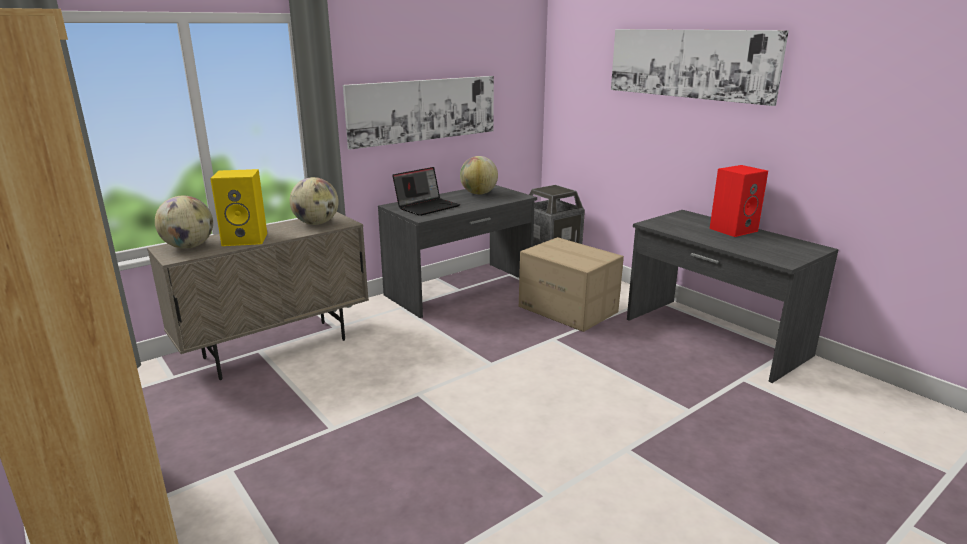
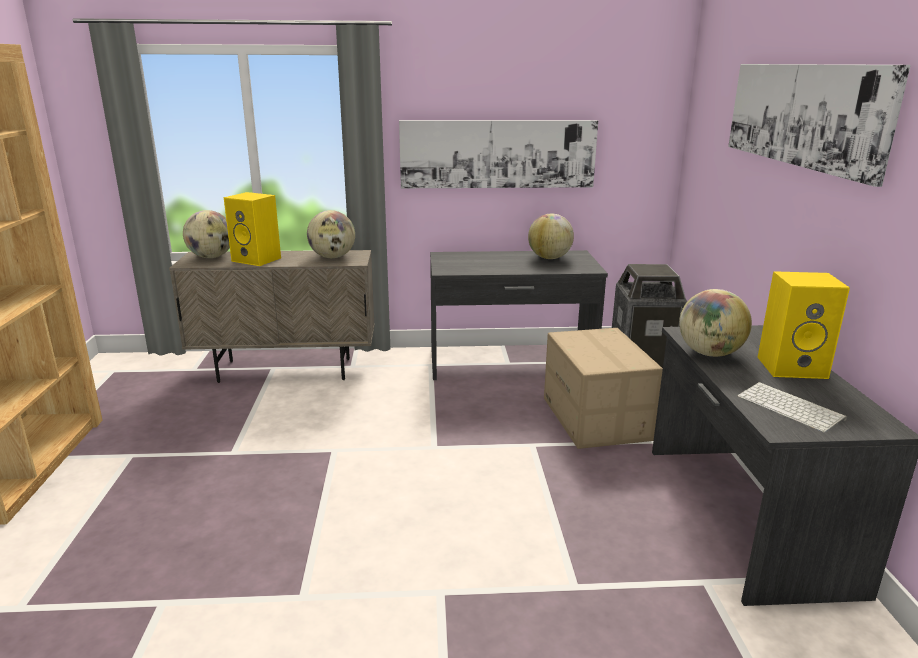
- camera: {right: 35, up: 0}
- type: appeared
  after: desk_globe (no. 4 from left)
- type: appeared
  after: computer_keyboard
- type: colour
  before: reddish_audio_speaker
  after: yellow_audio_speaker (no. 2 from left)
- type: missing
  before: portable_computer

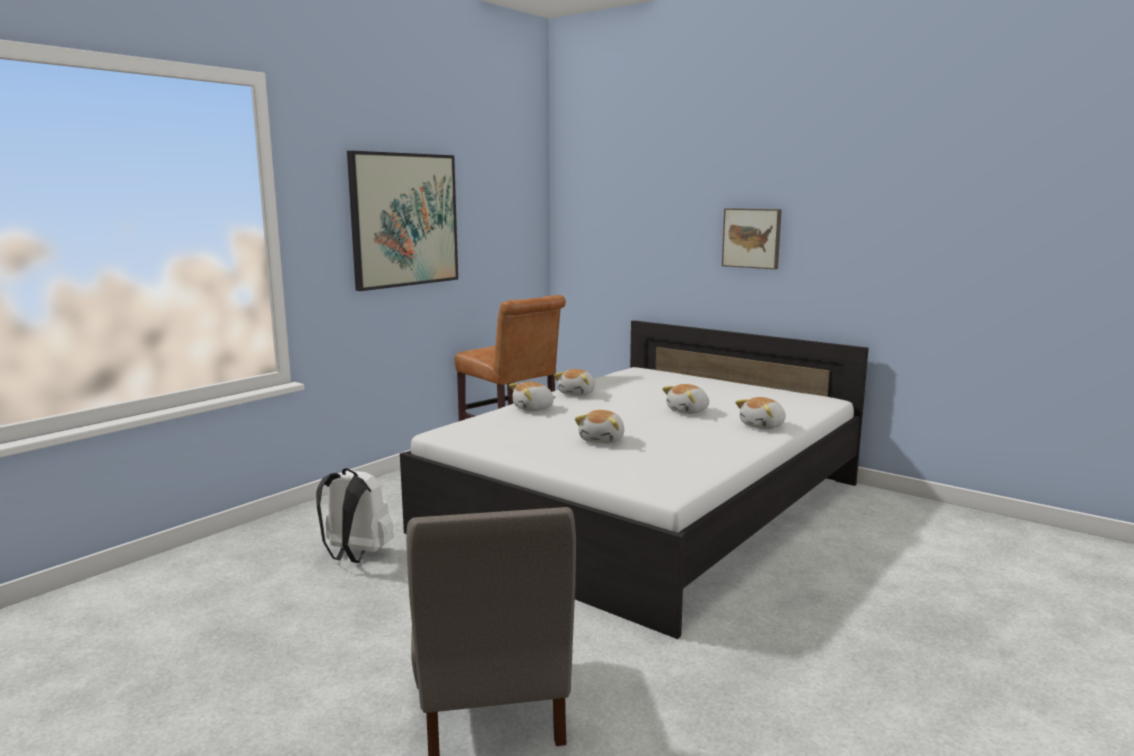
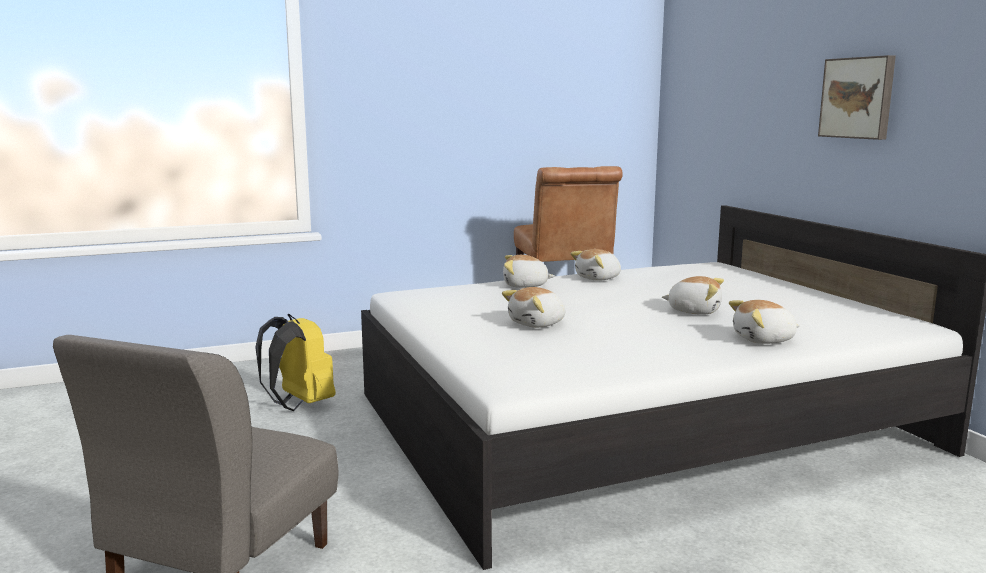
- camera: {right: 30, up: 0}
- type: colour
  before: whitish_rucksack
  after: yellow_rucksack
- type: spun
  before: plush_toy (no. 4 from left)
  turn: -150
- type: missing
  before: wall_art (no. 1 from left)

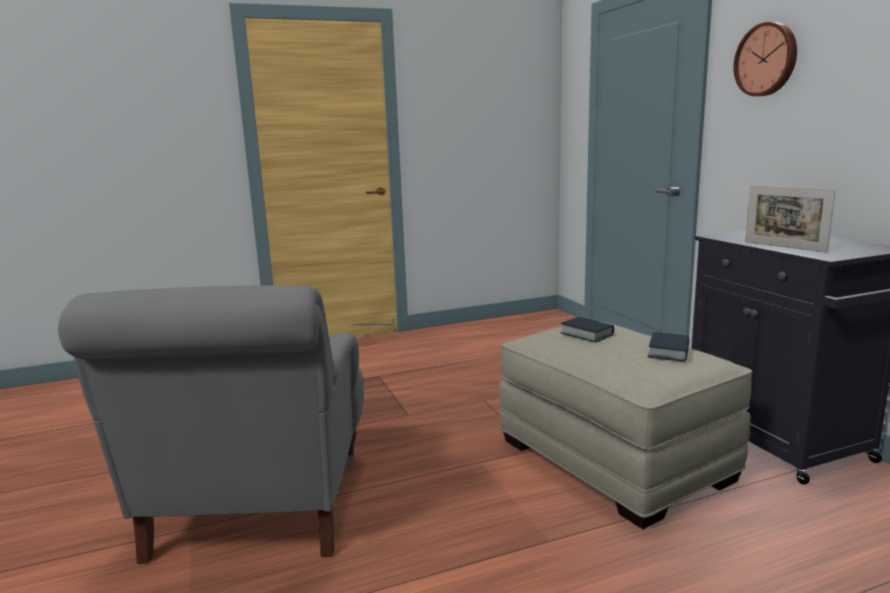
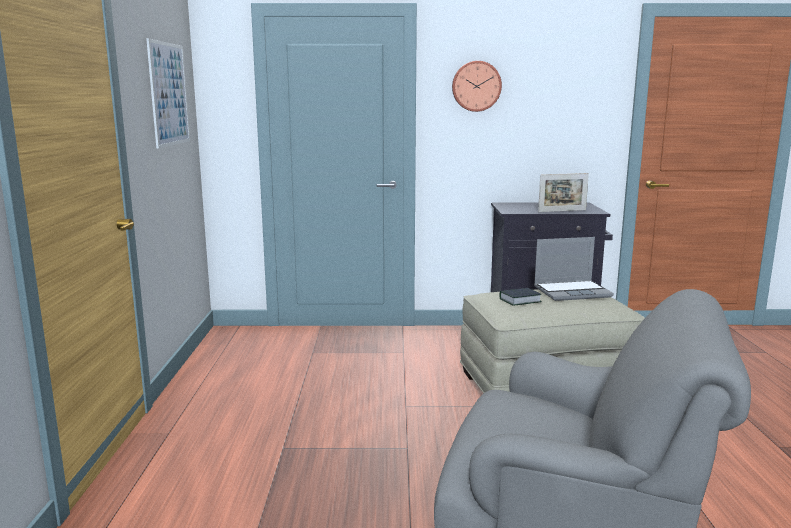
- camera: {right: -70, up: 0}
- type: appeared
  after: wall_art
- type: exchanged
  before: volume (no. 2 from left)
  after: portable_computer

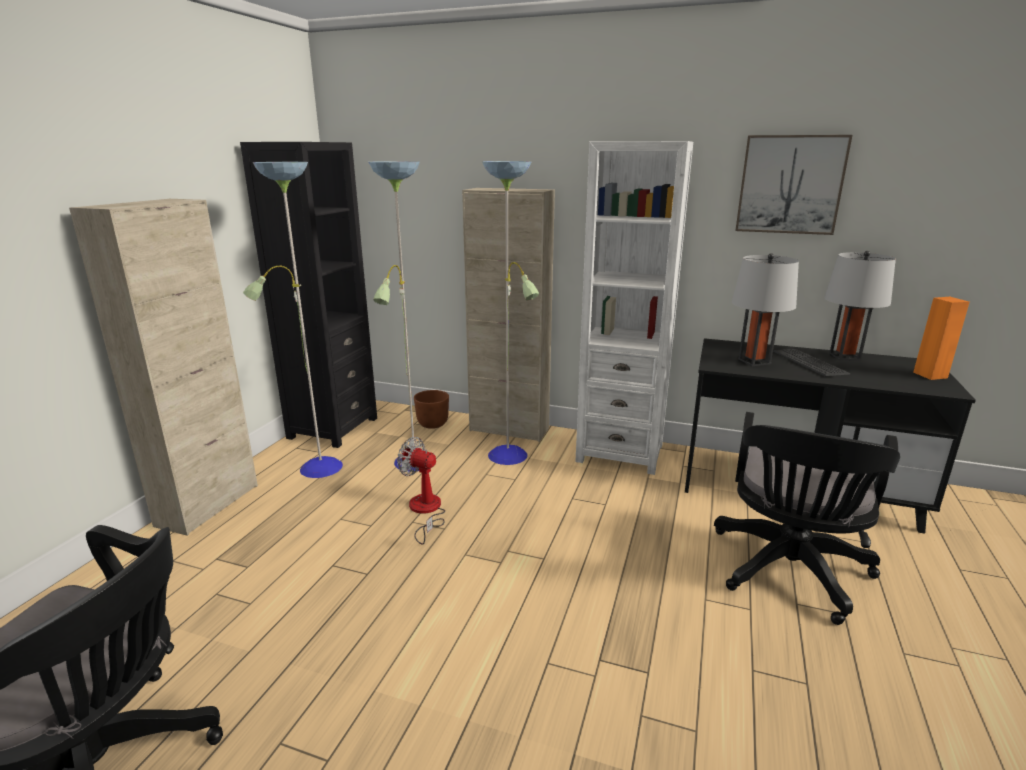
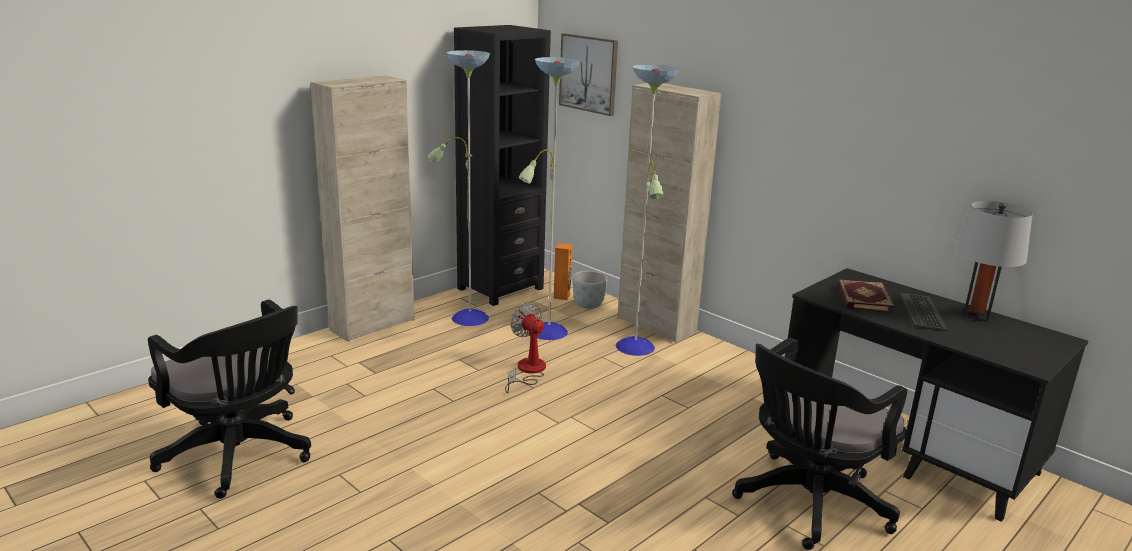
- camera: {right: 25, up: 0}
- type: relocated
  before: orange-coloured_audio_speaker
- type: relocated
  before: wall_art
- type: colour
  before: brown_flower_pot
  after: grey_flower_pot
- type: exchanged
  before: grey_tabletop_lamp (no. 1 from left)
  after: volume
- type: missing
  before: whitish_bookcase

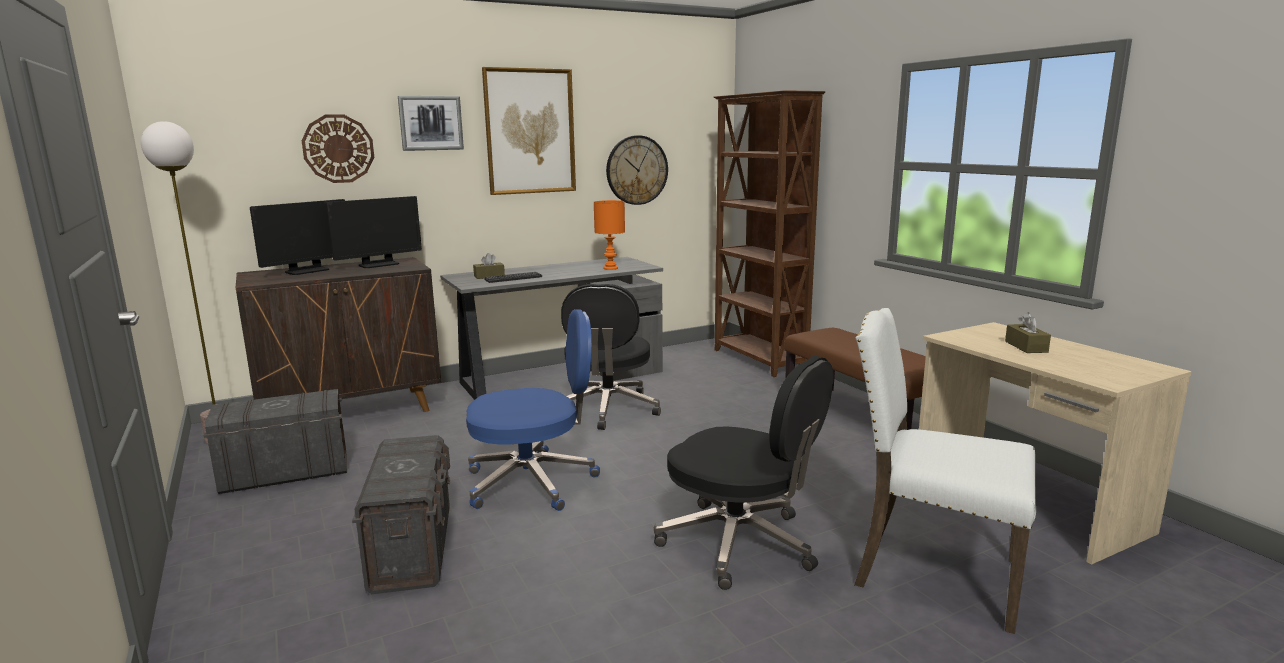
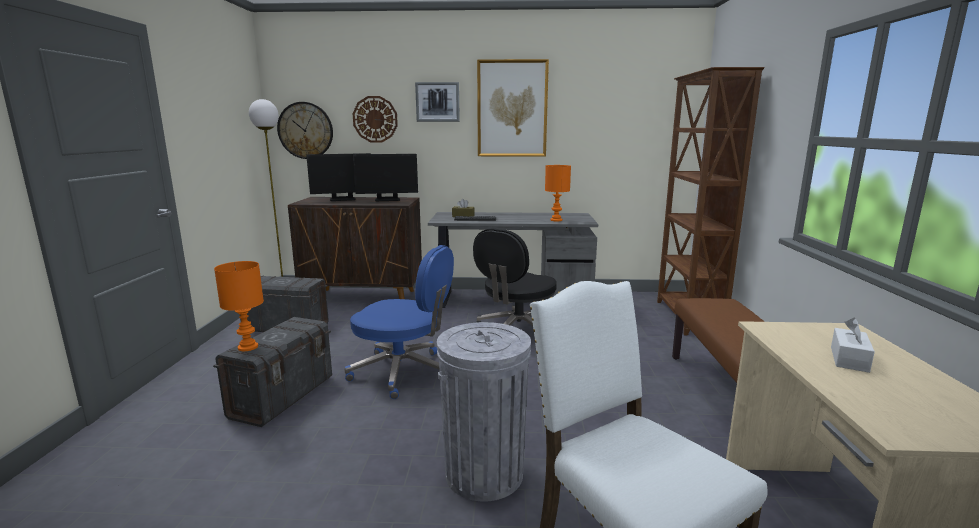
- camera: {right: 30, up: 0}
- type: appeared
  after: orange-coloured_tabletop_lamp (no. 1 from left)
- type: relocated
  before: wall_clock (no. 2 from left in the first image)
  after: wall_clock (no. 1 from left)
- type: exchanged
  before: blackish_office_chair (no. 2 from left)
  after: grey_trash_can
- type: colour
  before: brown_tissue_holder (no. 2 from left)
  after: whitish_tissue_holder

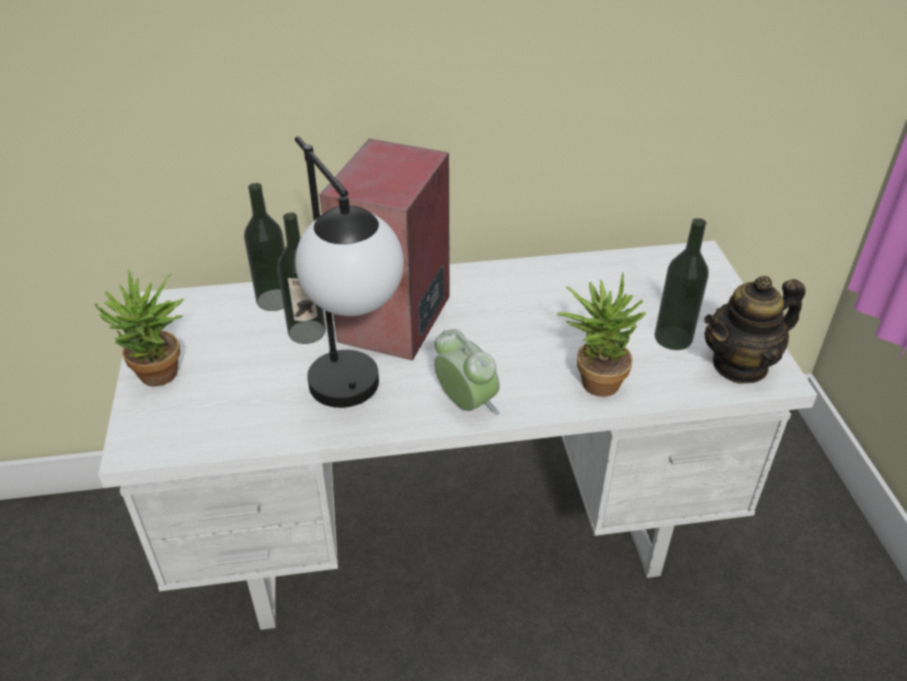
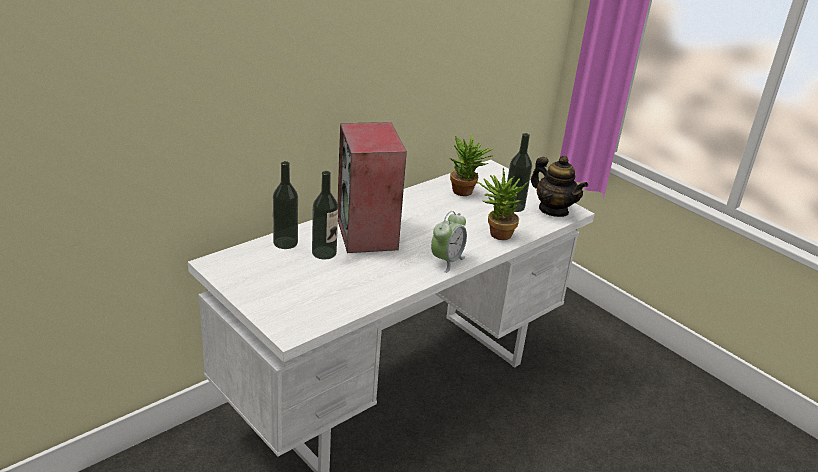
- camera: {right: -35, up: -10}
- type: spun
  before: alarm_clock
  turn: 105
- type: relocated
  before: houseplant (no. 1 from left)
- type: spun
  before: tea_pot
  turn: -75
- type: missing
  before: tabletop_lamp

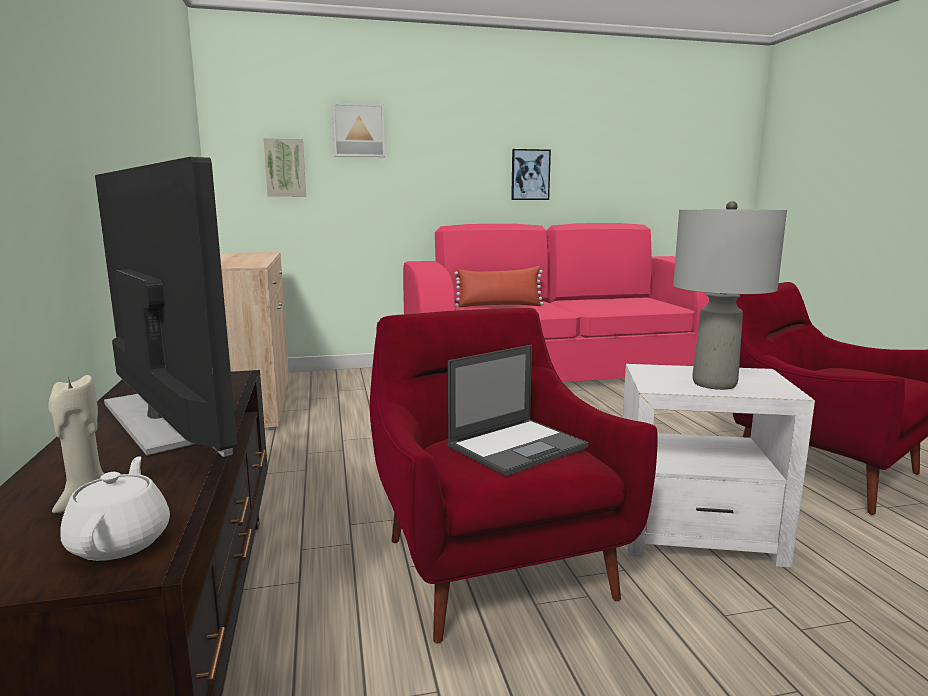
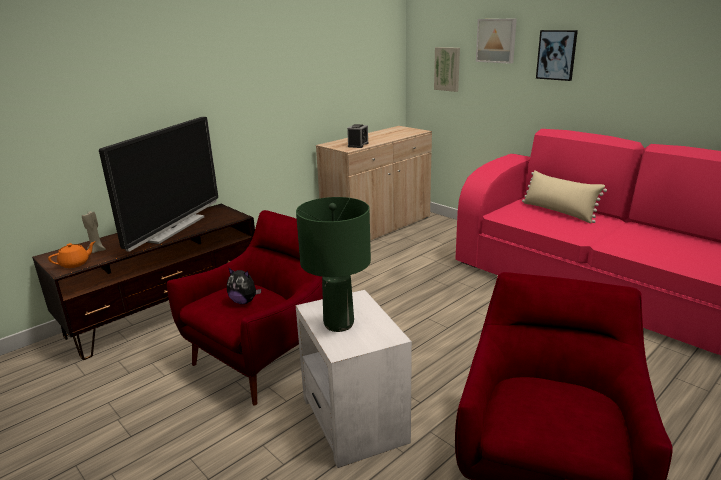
- camera: {right: 60, up: 10}
- type: colour
  before: whitish_tea_pot
  after: orange-coloured_tea_pot
- type: exchanged
  before: portable_computer
  after: plush_toy
- type: colour
  before: grey_tabletop_lamp
  after: green_tabletop_lamp
- type: appeared
  after: alarm_clock
- type: colour
  before: reddish_cushion
  after: beige-coloured_cushion
- type: relocated
  before: wall_art (no. 3 from left)

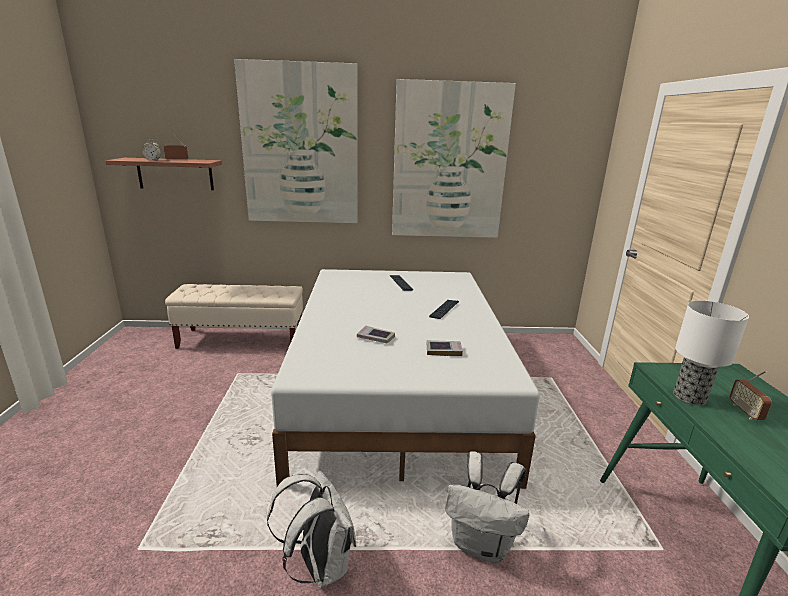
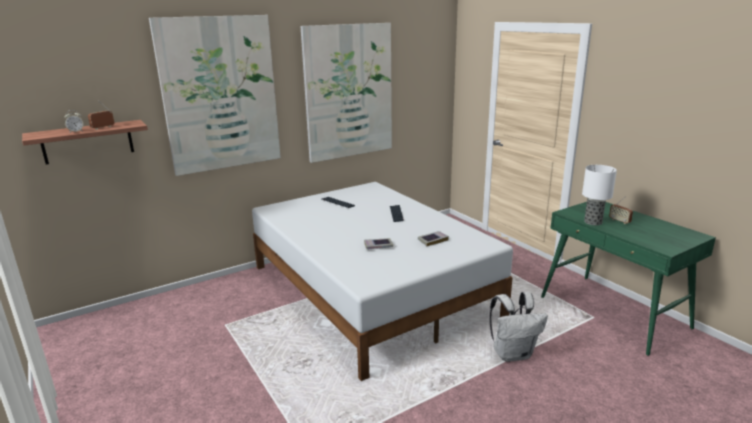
- camera: {right: -30, up: 0}
- type: missing
  before: beige-coloured_indoor_bench
- type: missing
  before: whitish_rucksack (no. 1 from left)

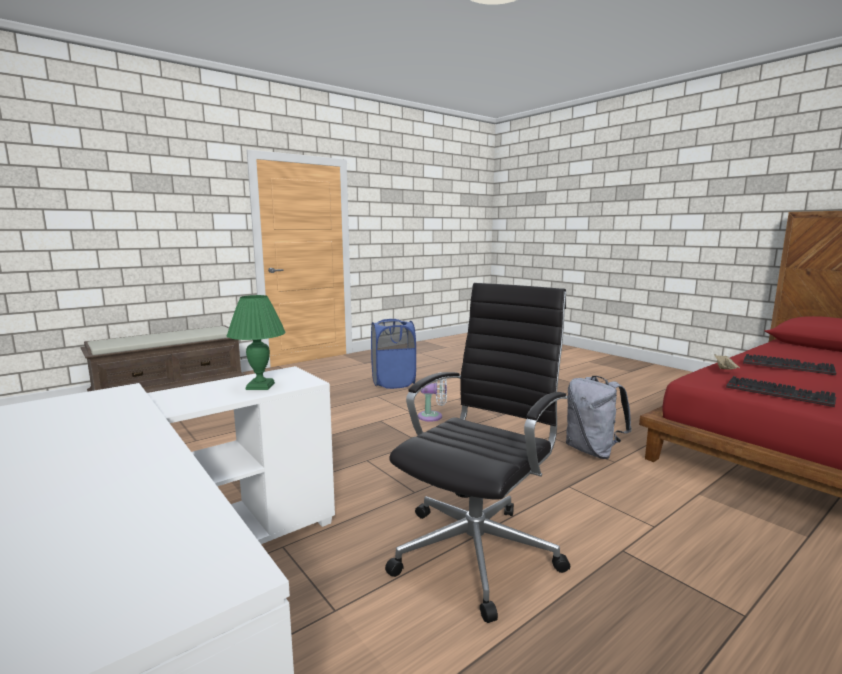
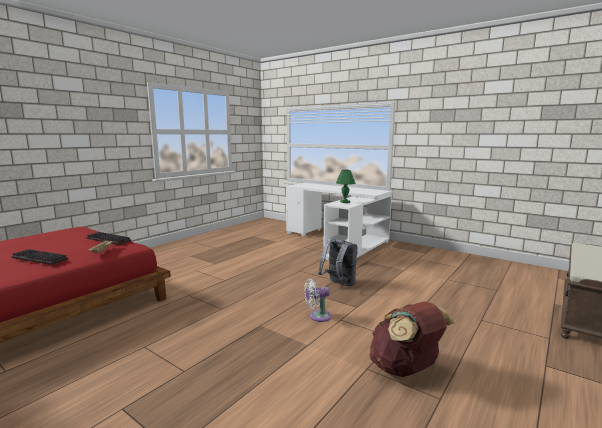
- camera: {right: 165, up: 0}
- type: relocated
  before: grey_rucksack
- type: exchanged
  before: bluish_washing_basket
  after: brown_rucksack
- type: missing
  before: blackish_office_chair

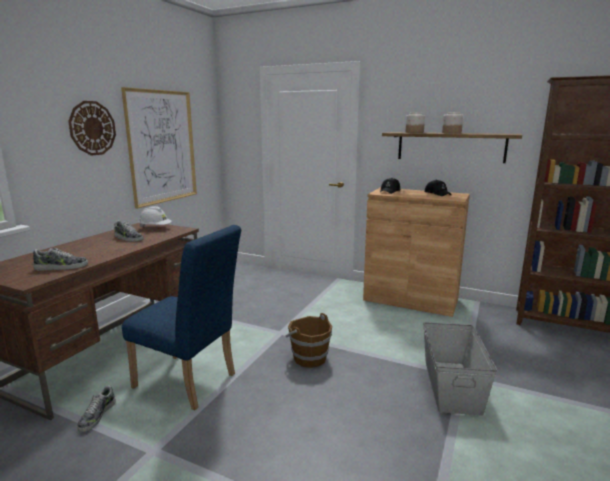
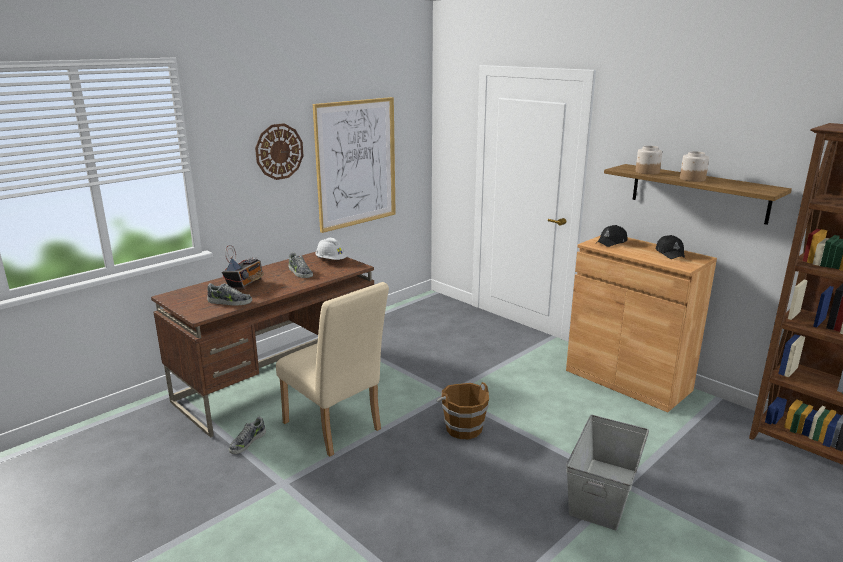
- camera: {right: 20, up: 5}
- type: appeared
  after: radio_set
- type: colour
  before: bluish_upright_chair
  after: beige-coloured_upright_chair

